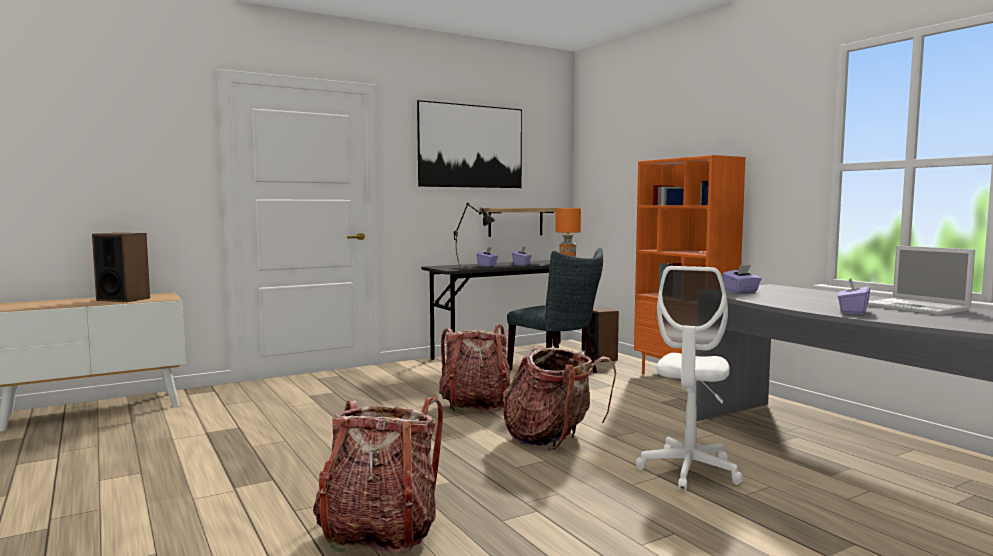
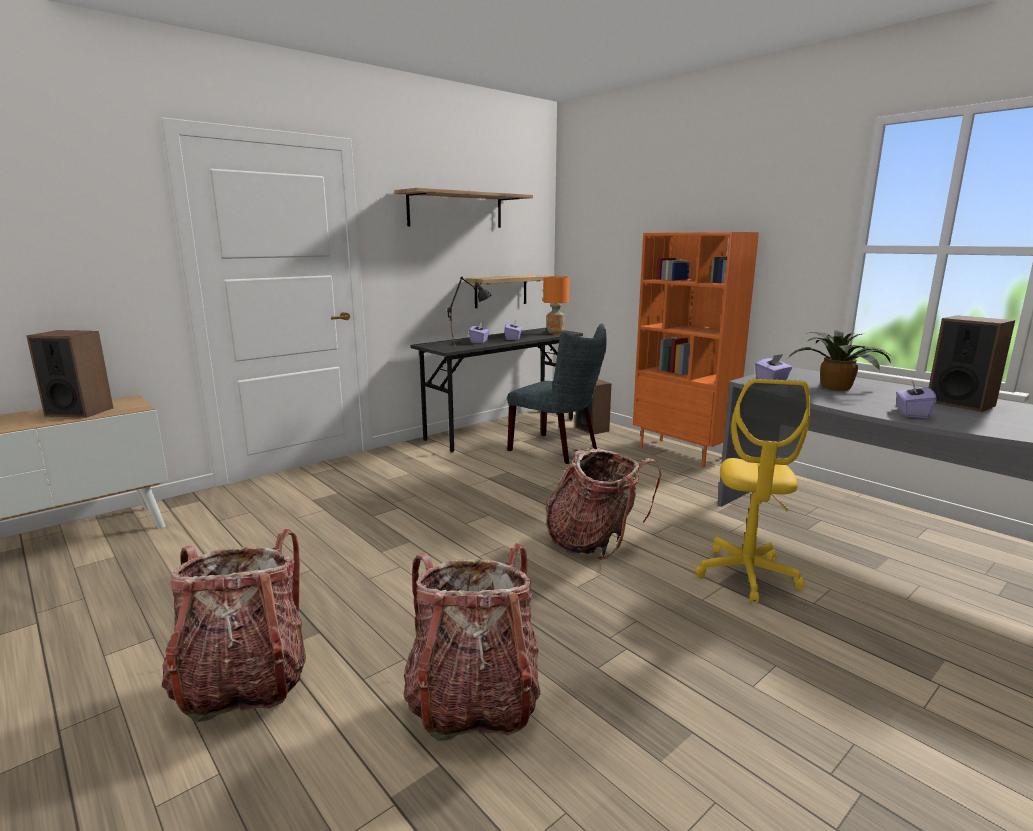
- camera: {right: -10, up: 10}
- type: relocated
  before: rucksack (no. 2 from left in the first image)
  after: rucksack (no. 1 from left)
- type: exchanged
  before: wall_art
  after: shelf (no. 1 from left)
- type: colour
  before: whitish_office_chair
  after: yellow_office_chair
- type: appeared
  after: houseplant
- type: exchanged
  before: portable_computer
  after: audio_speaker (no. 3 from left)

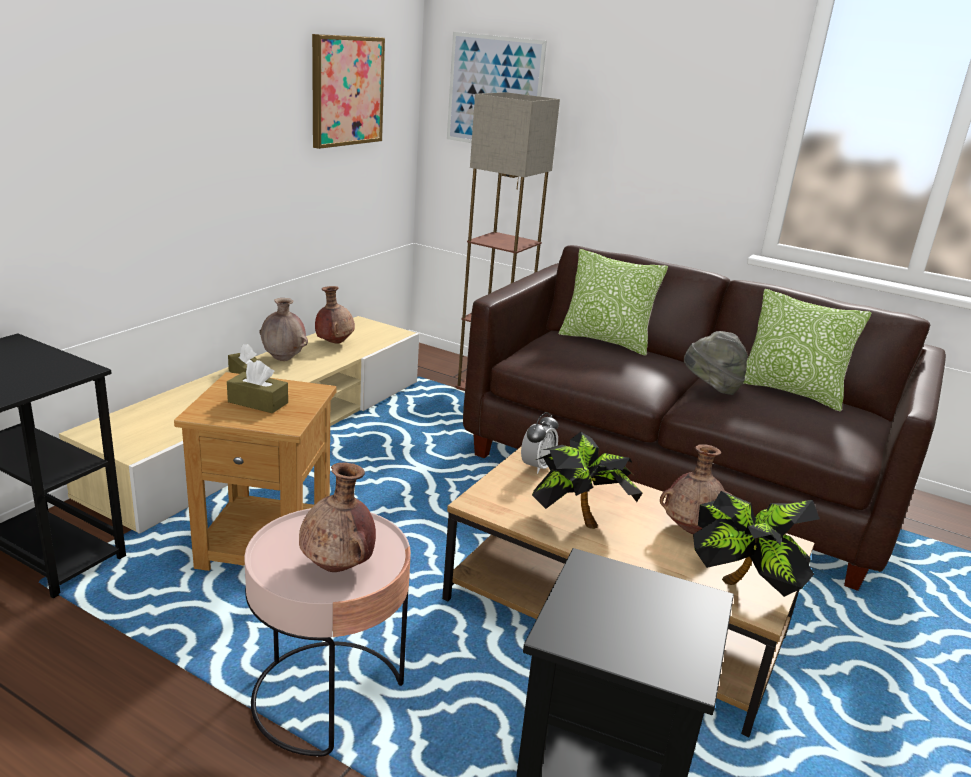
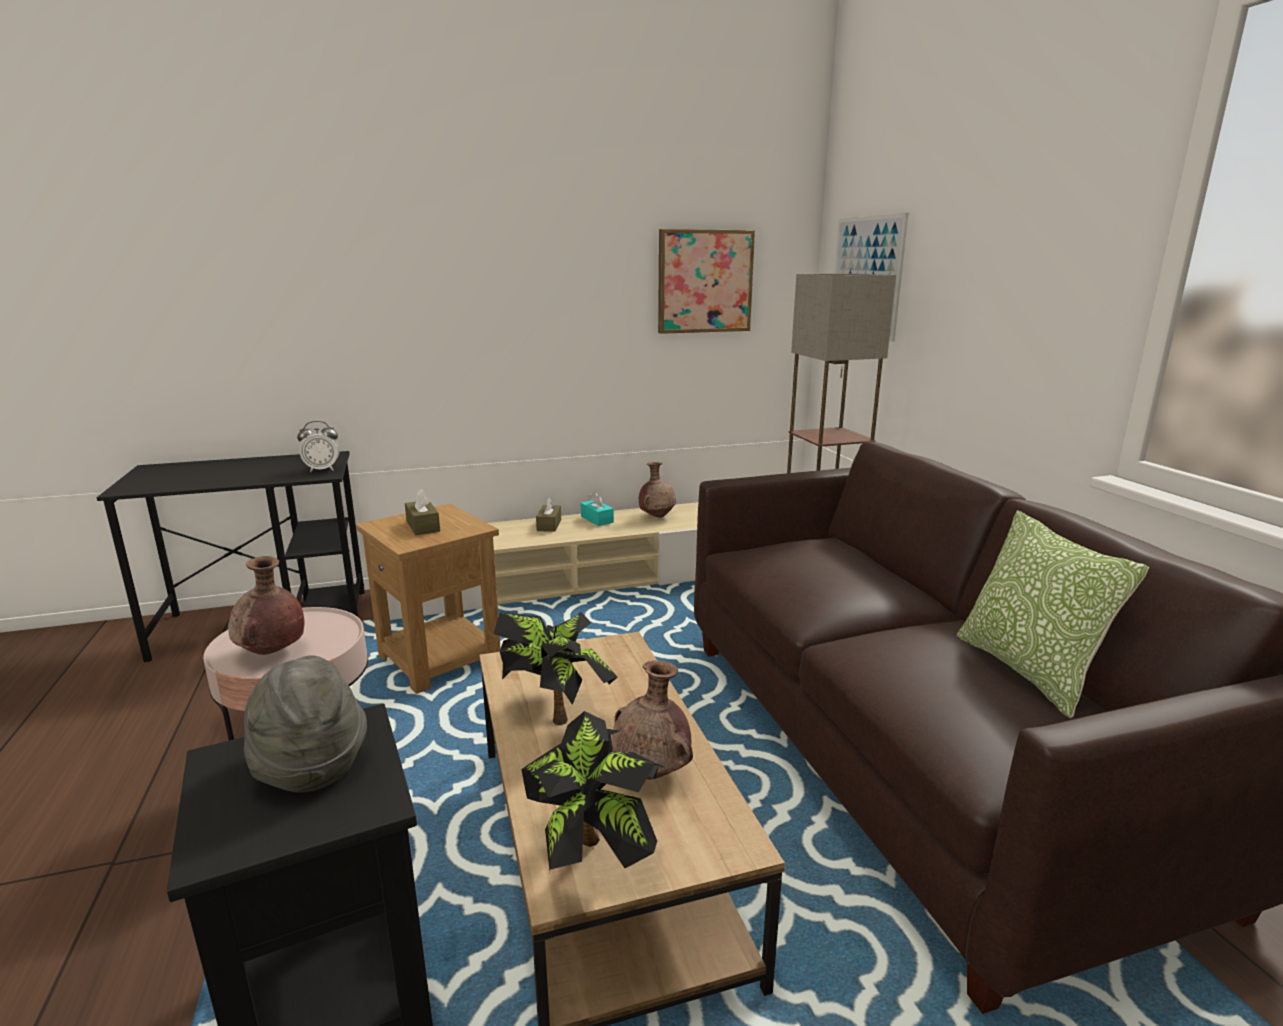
- camera: {right: 45, up: -5}
- type: relocated
  before: grey_clothing_hat
- type: relocated
  before: alarm_clock
- type: exchanged
  before: brown_vase (no. 1 from left)
  after: blue-green_tissue_holder
- type: missing
  before: cushion (no. 1 from left)

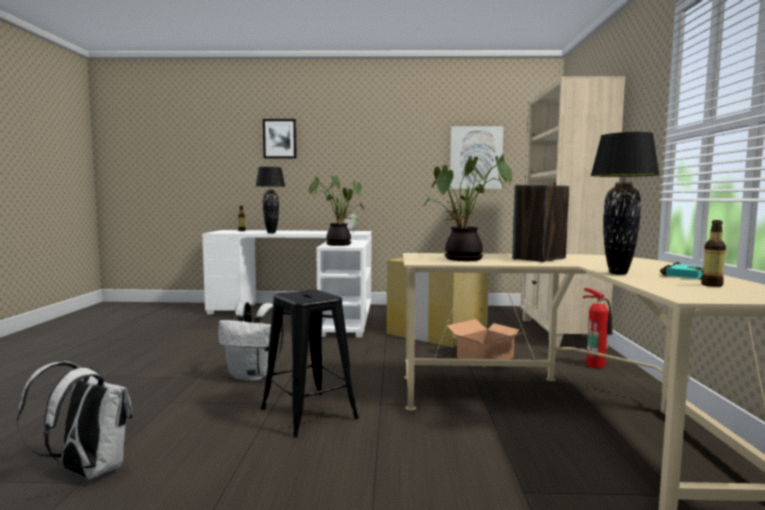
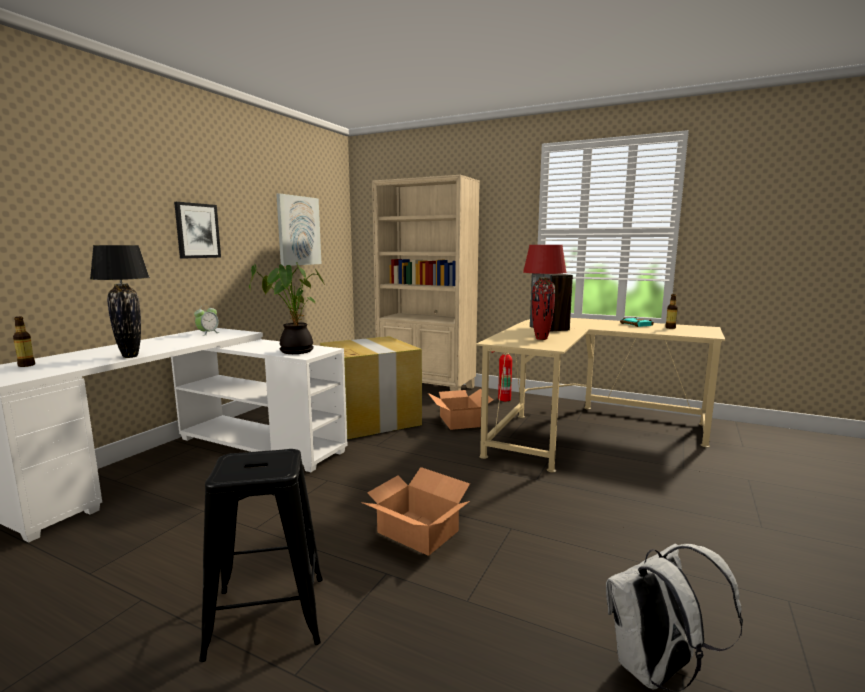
- camera: {right: -65, up: 5}
- type: relocated
  before: wall_art (no. 1 from left)
- type: relocated
  before: blackish_stool
- type: exchanged
  before: whitish_rucksack (no. 2 from left)
  after: packing_box (no. 2 from left)
- type: exchanged
  before: houseplant (no. 2 from left)
  after: reddish_tabletop_lamp
- type: missing
  before: blackish_tabletop_lamp (no. 2 from left)

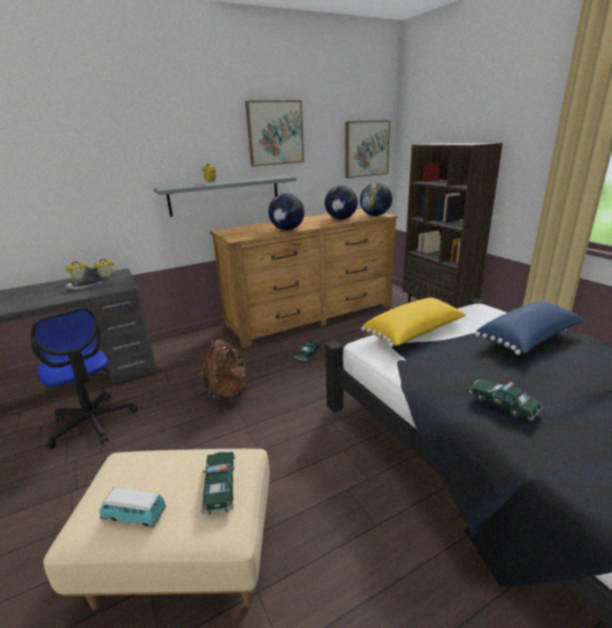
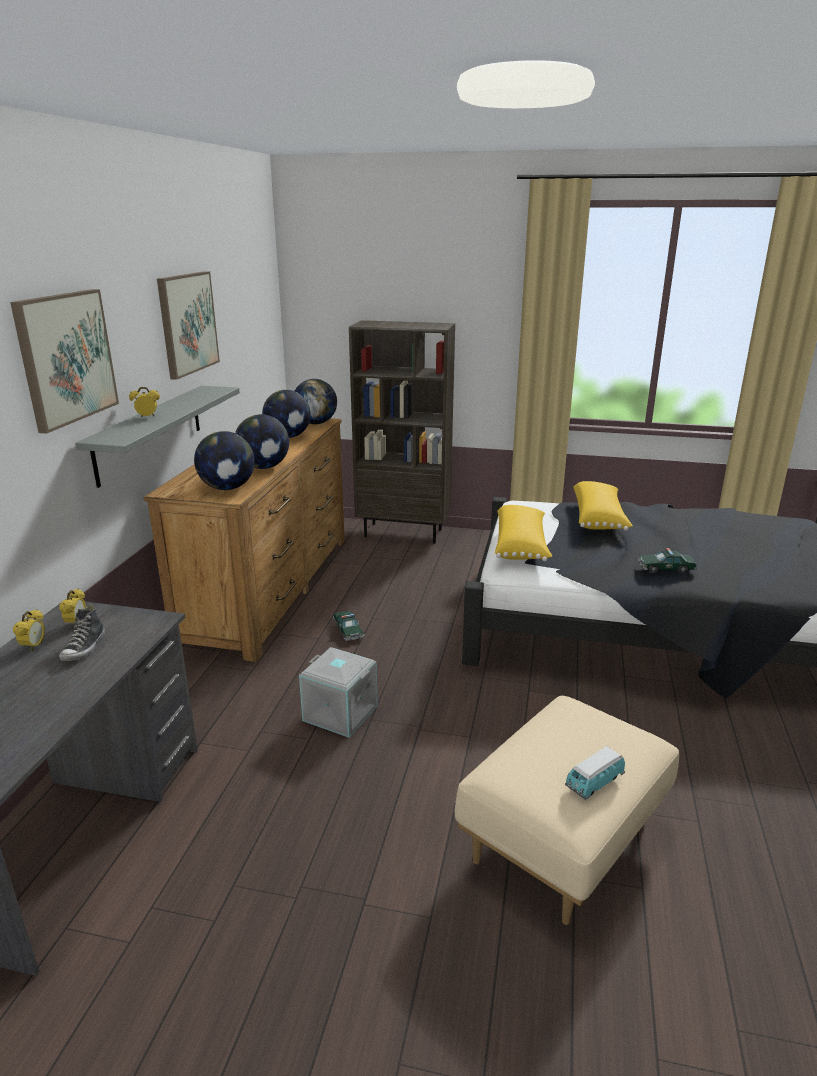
- camera: {right: -50, up: 0}
- type: relocated
  before: wall_art (no. 2 from left in the first image)
  after: wall_art (no. 1 from left)
- type: appeared
  after: desk_globe (no. 1 from left)
- type: exchanged
  before: brown_rucksack
  after: grey_storage_box
- type: colour
  before: bluish_cushion
  after: yellow_cushion (no. 2 from left)
- type: missing
  before: office_chair
- type: missing
  before: model_car (no. 2 from left)

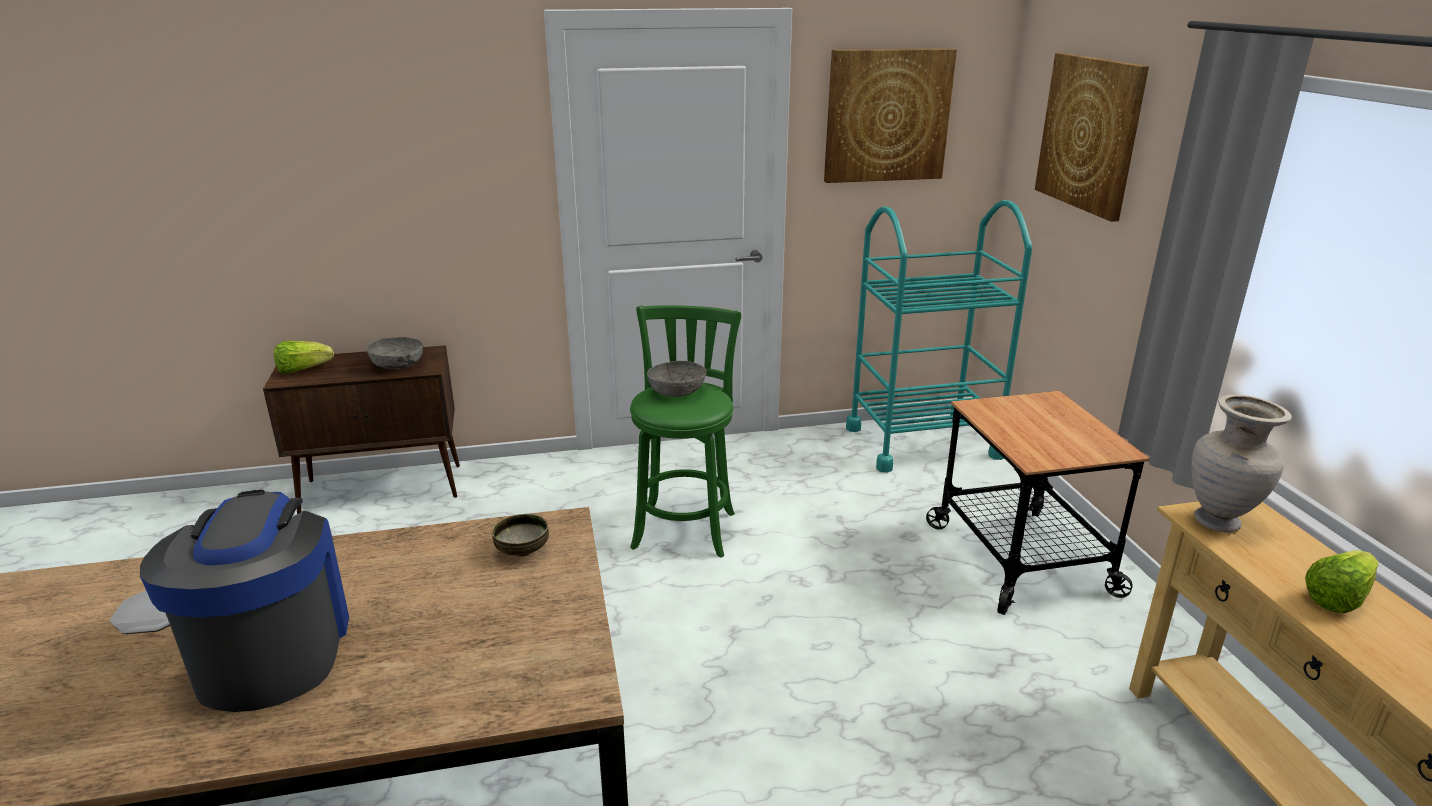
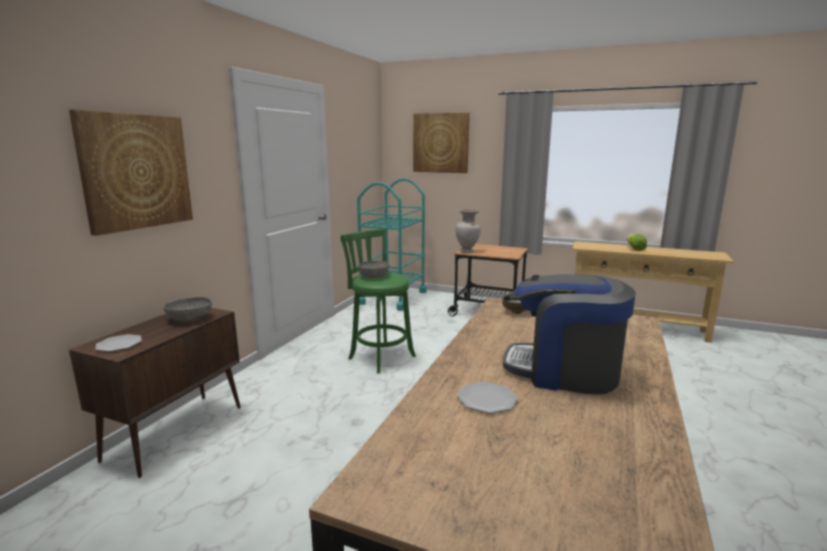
- camera: {right: -55, up: -10}
- type: relocated
  before: wall_art (no. 1 from left)
- type: exchanged
  before: lettuce_head (no. 1 from left)
  after: flat_dish (no. 1 from left)
- type: relocated
  before: beige-coloured_vase

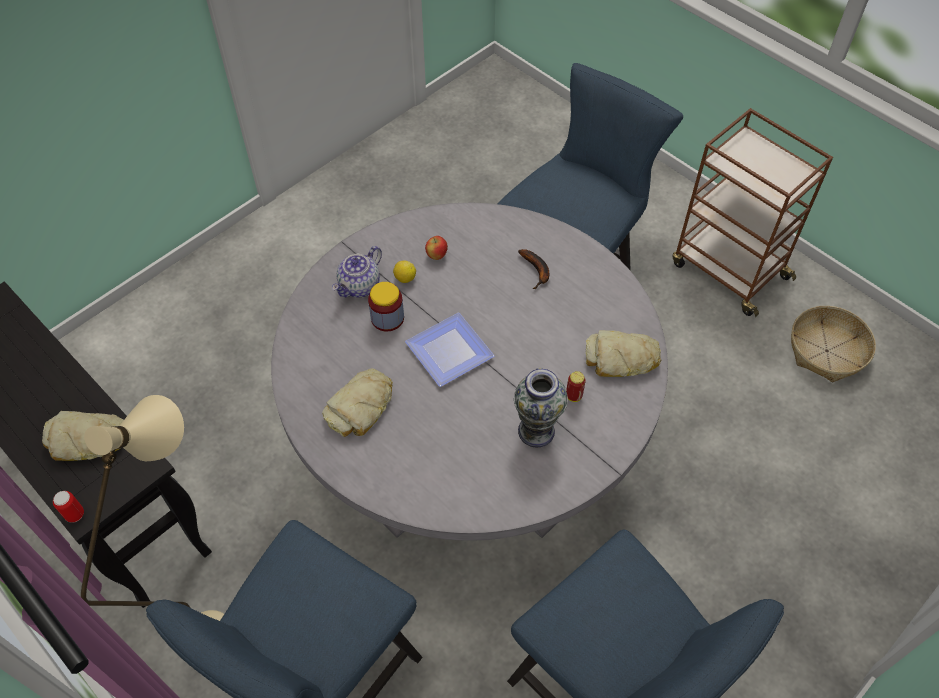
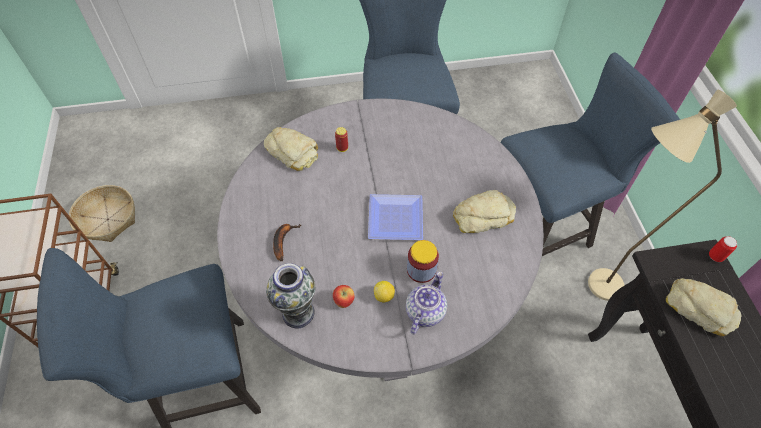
- camera: {right: -145, up: 0}
- type: relocated
  before: vase
- type: spun
  before: tea_pot
  turn: -45

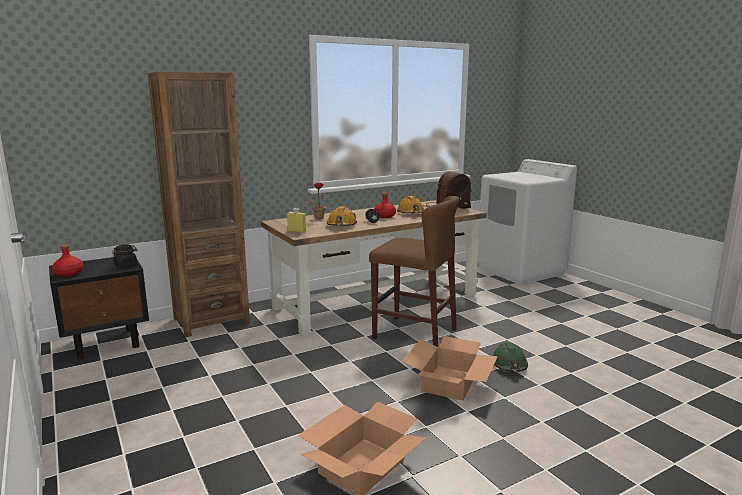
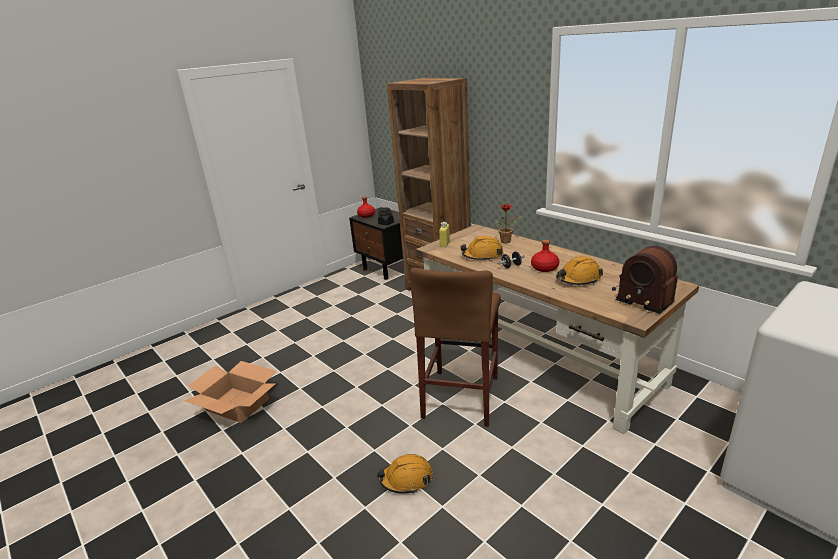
- camera: {right: 80, up: 10}
- type: colour
  before: green_hard_hat
  after: orange-coloured_hard_hat (no. 1 from left)
- type: missing
  before: packing_box (no. 2 from left)

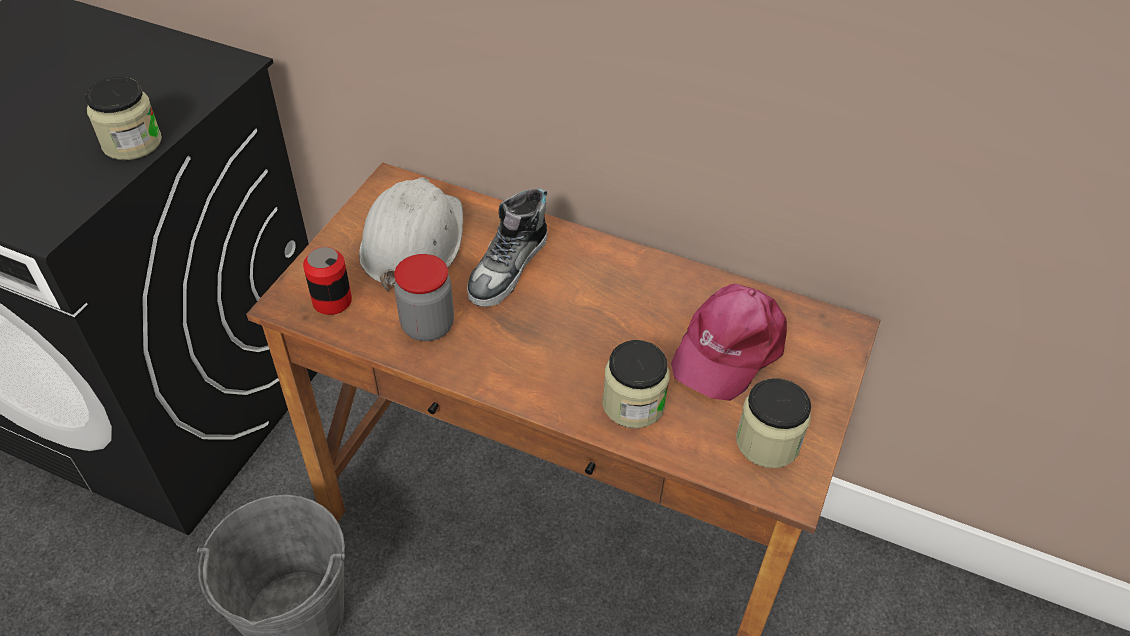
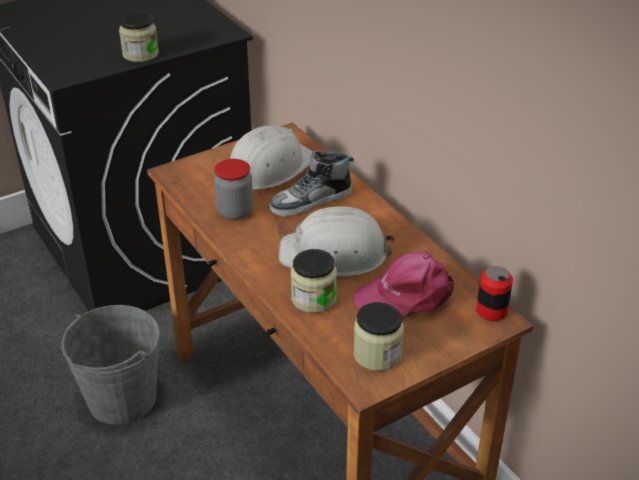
- camera: {right: 35, up: -10}
- type: appeared
  after: whitish_hard_hat (no. 2 from left)
- type: relocated
  before: metal_can

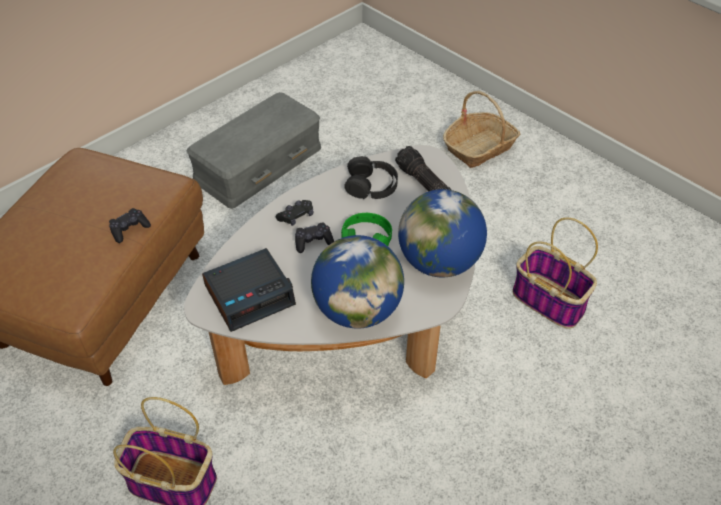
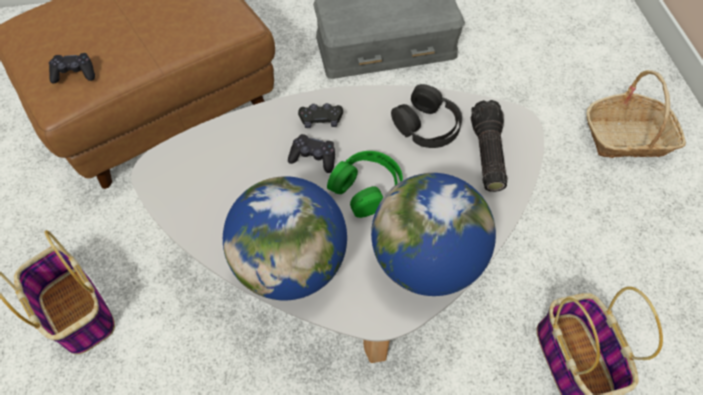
- camera: {right: 35, up: 10}
- type: relocated
  before: blackish_gamepad (no. 1 from left)
- type: missing
  before: alarm_clock

